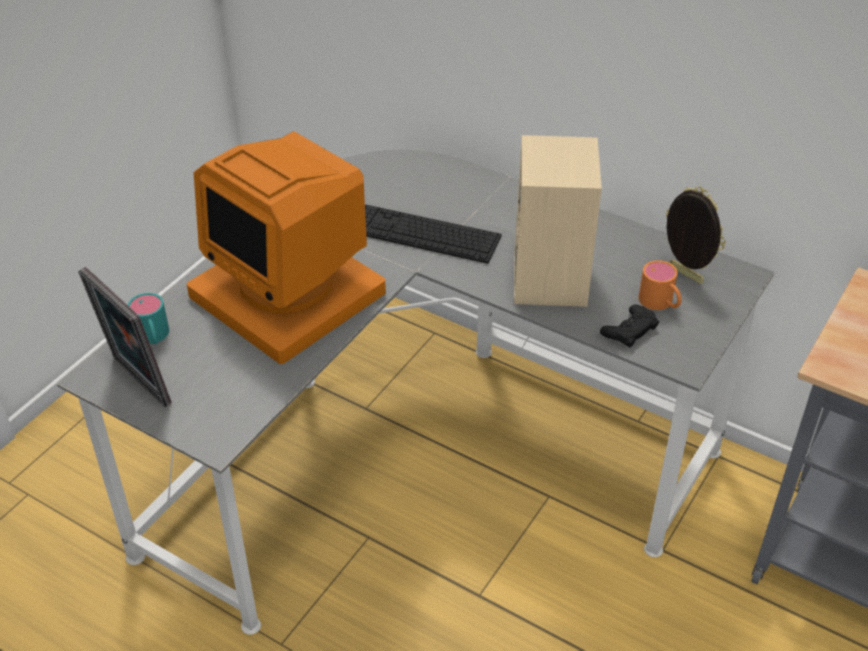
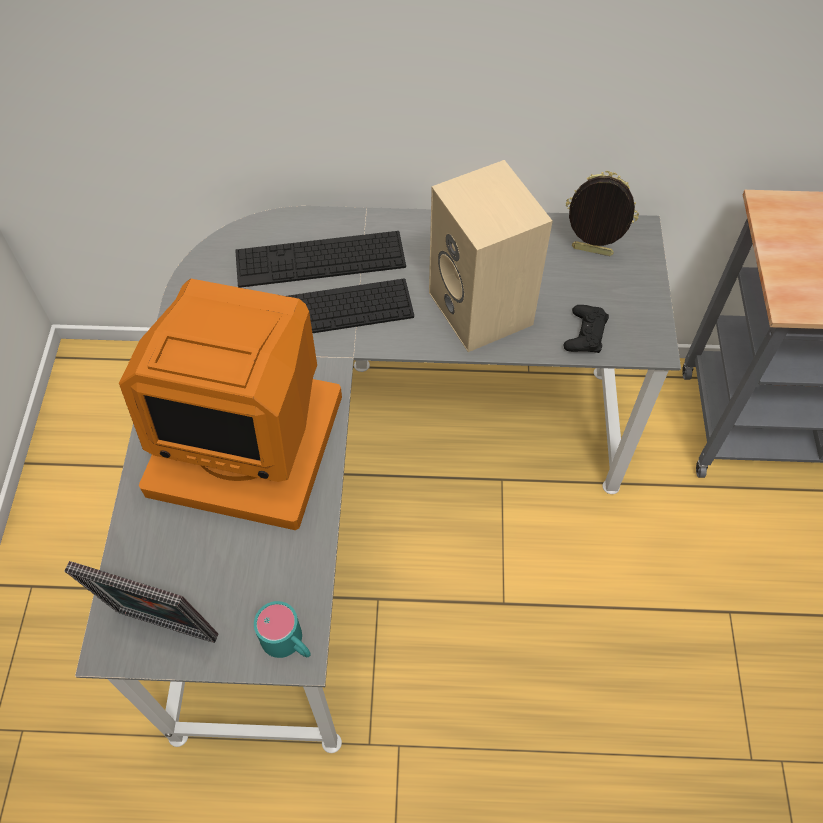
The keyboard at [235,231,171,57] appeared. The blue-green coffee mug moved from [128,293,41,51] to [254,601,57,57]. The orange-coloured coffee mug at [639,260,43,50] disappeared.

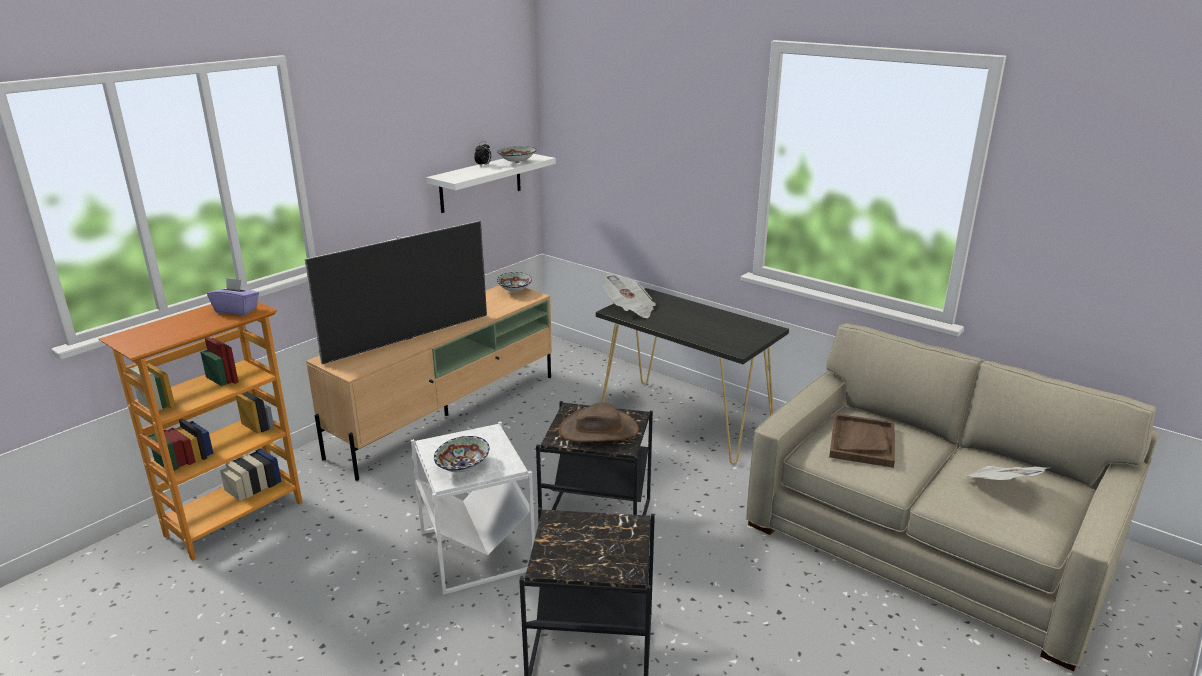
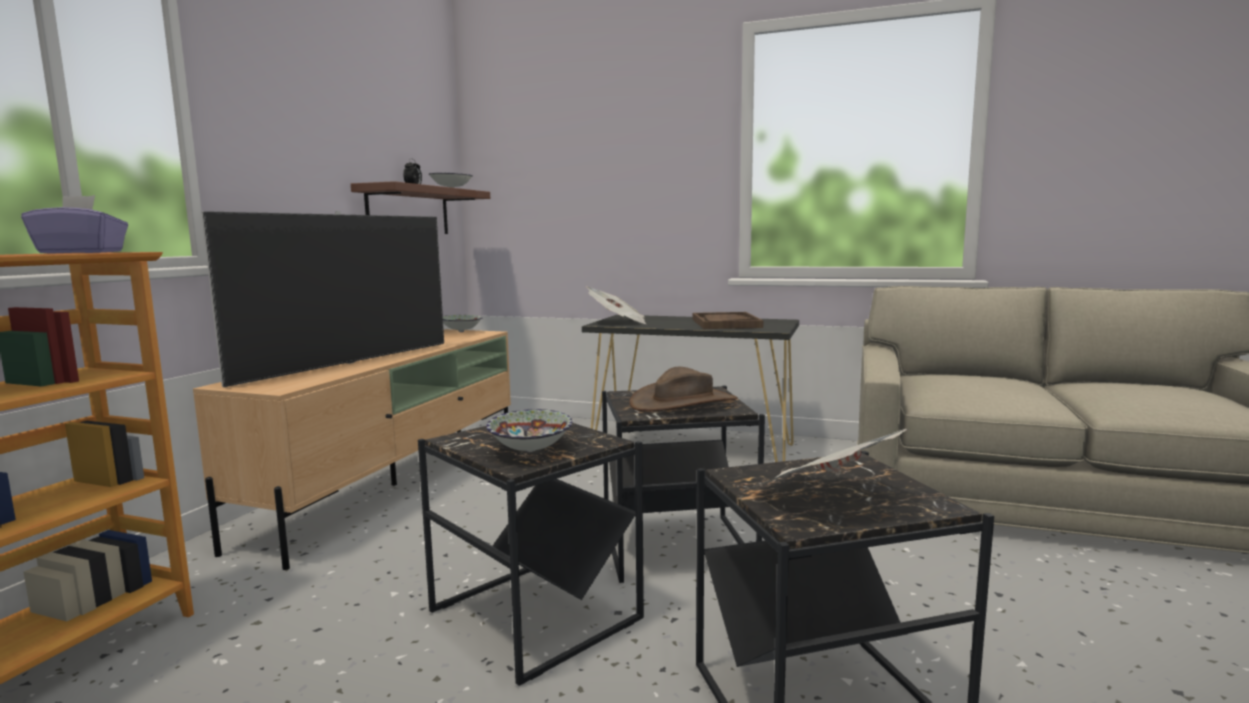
The white wall shelf at [427,154,129,59] became the brown-coloured wall shelf at [351,181,139,53]. The white side table at [411,422,124,173] became the black side table at [418,423,226,263]. The brown-coloured serving tray moved from [829,414,66,54] to [693,312,70,17]. The printed paper moved from [964,466,84,14] to [754,429,154,58].

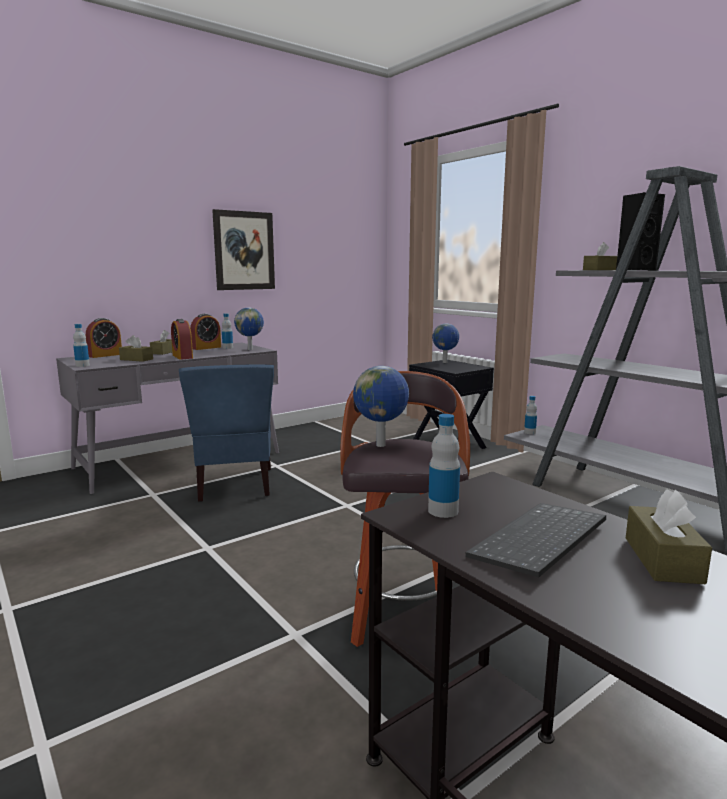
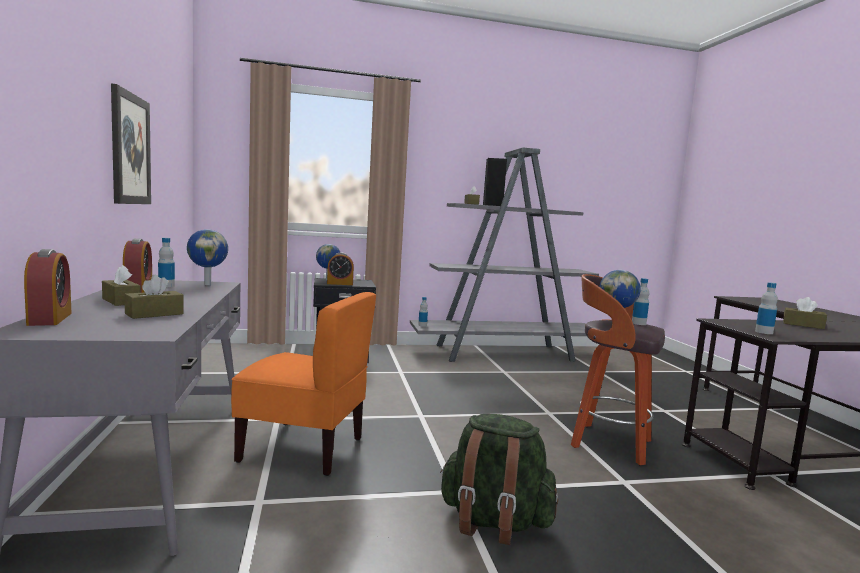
The bluish chair at [179,364,95,138] became the orange-coloured chair at [231,292,145,184]. The table clock moved from [171,319,22,41] to [327,252,27,33]. The green knapsack at [440,414,118,131] appeared. The beverage bottle moved from [73,324,17,43] to [632,278,17,47]. The keyboard at [466,503,140,75] disappeared.

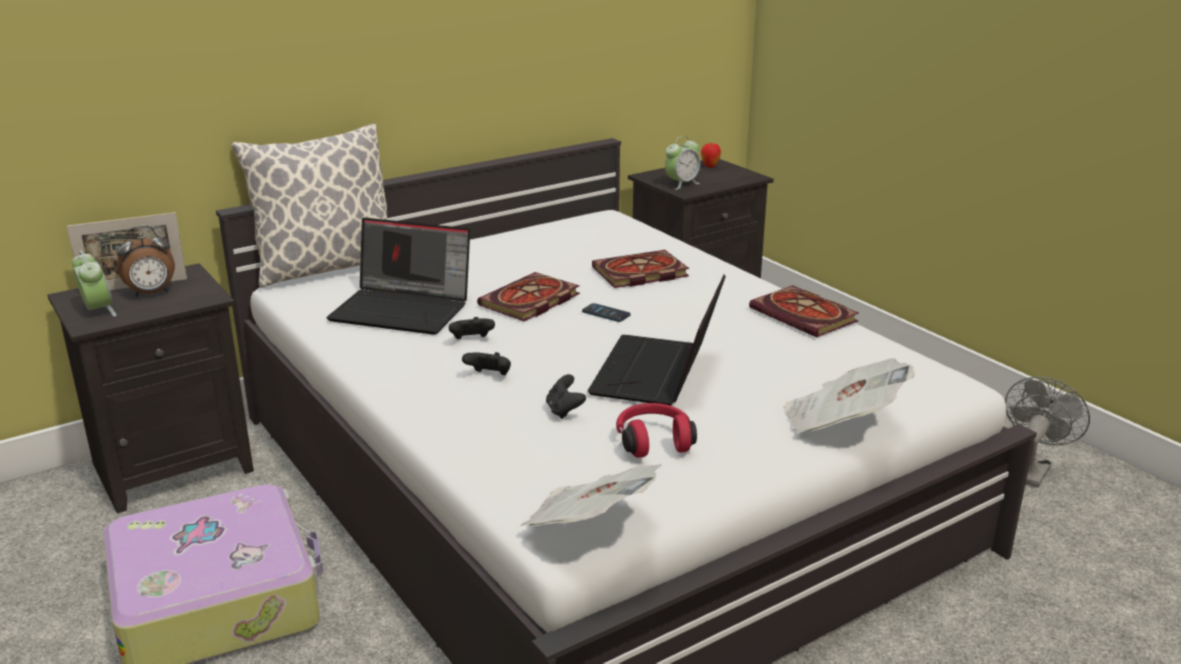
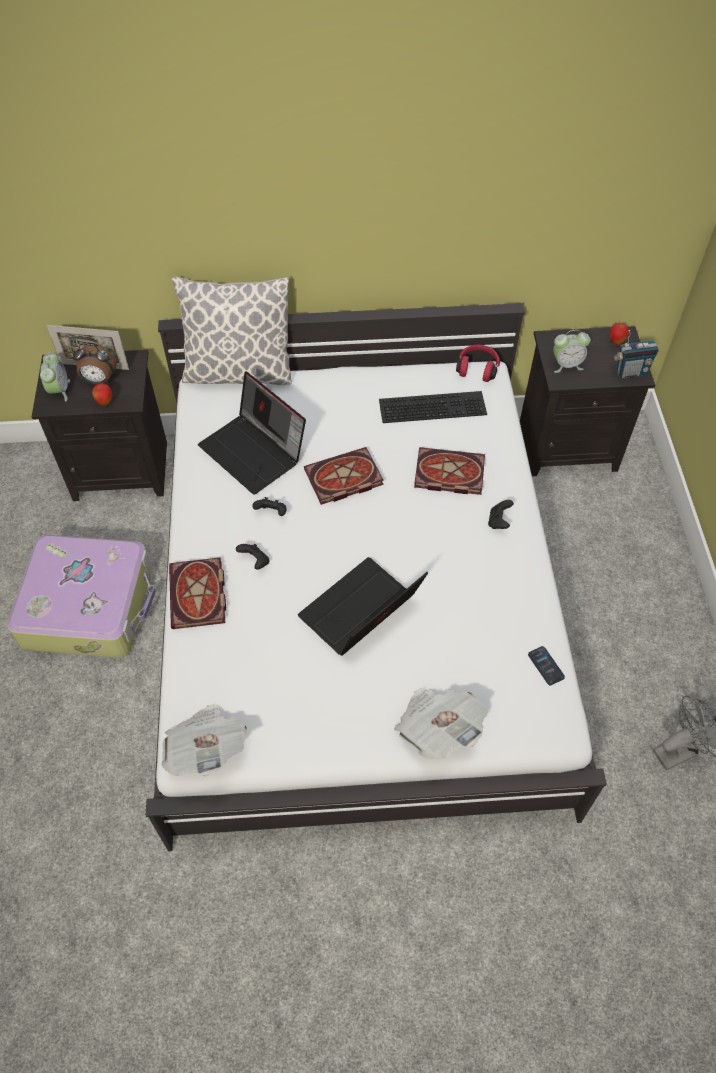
The apple at [92,383,21,23] appeared. The bound book moved from [749,285,110,52] to [169,557,57,72]. The keyboard at [379,391,108,32] appeared. The red-coloured headphones moved from [616,403,81,55] to [456,345,44,37]. The black gamepad moved from [546,374,40,45] to [488,500,26,29]. The telephone moved from [582,303,49,19] to [528,646,37,40]. The radio set at [614,330,45,49] appeared.

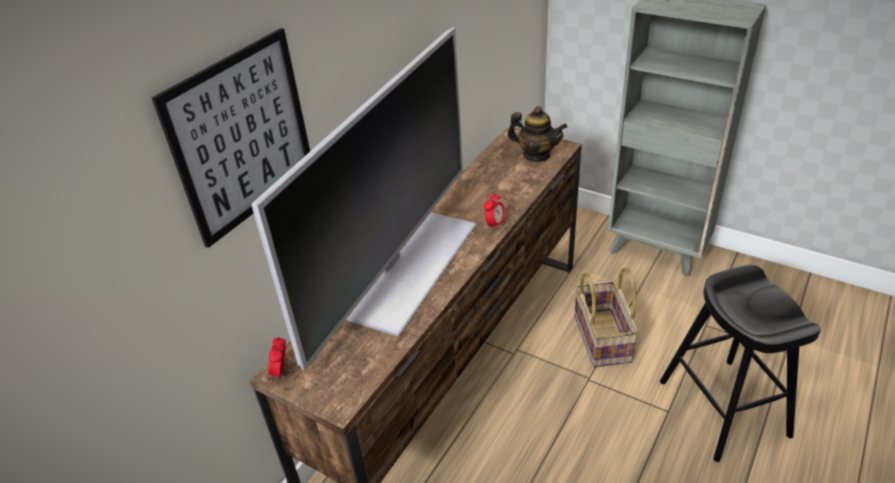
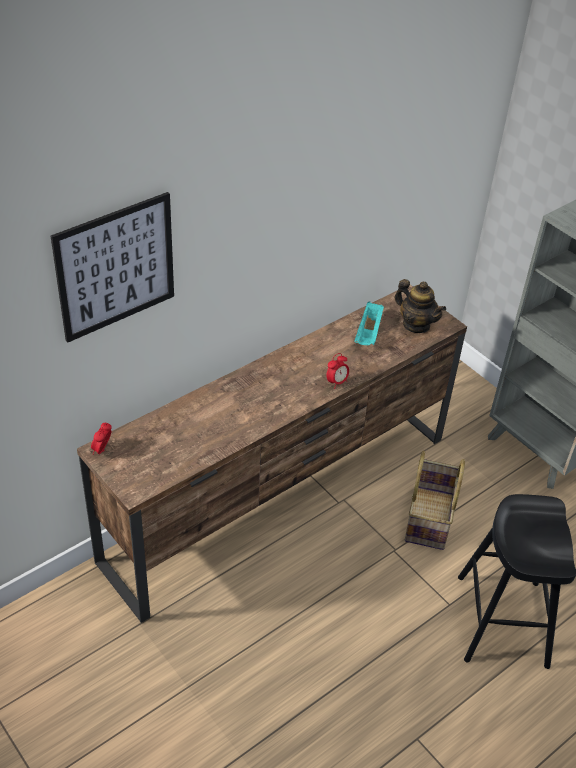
The blue-green serving tray at [354,301,30,44] appeared. The television at [252,27,224,344] disappeared.

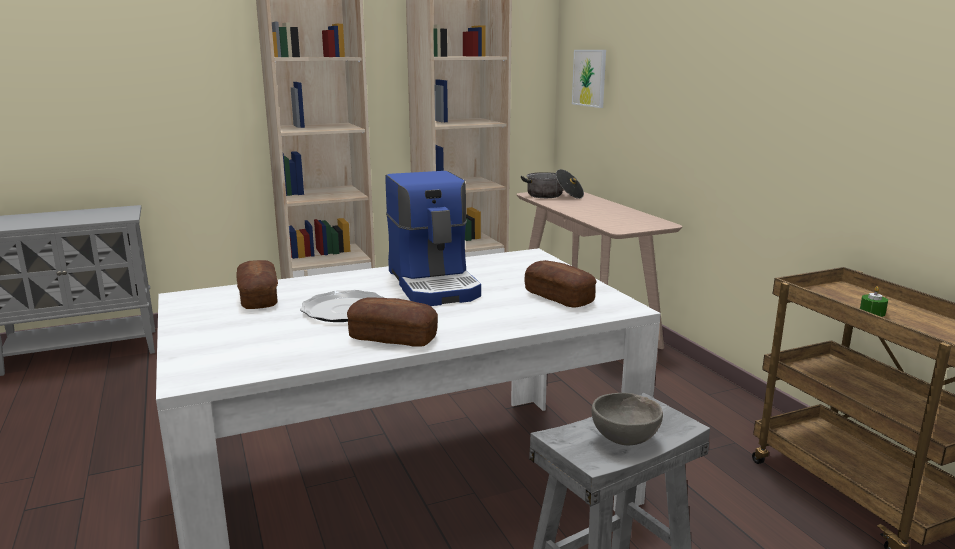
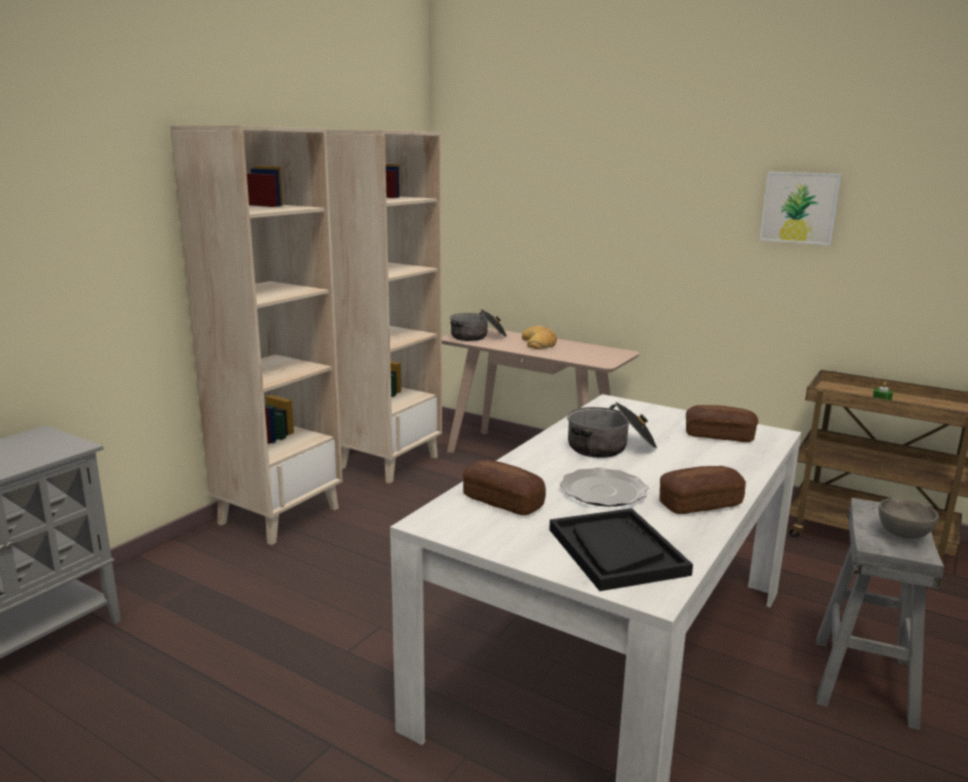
The baked bread at [522,326,35,23] appeared. The black serving tray at [549,508,144,83] appeared. The coffee maker at [385,171,96,135] was replaced by the saucepot at [567,402,90,56]. The wall art moved from [572,50,34,58] to [759,172,83,74].

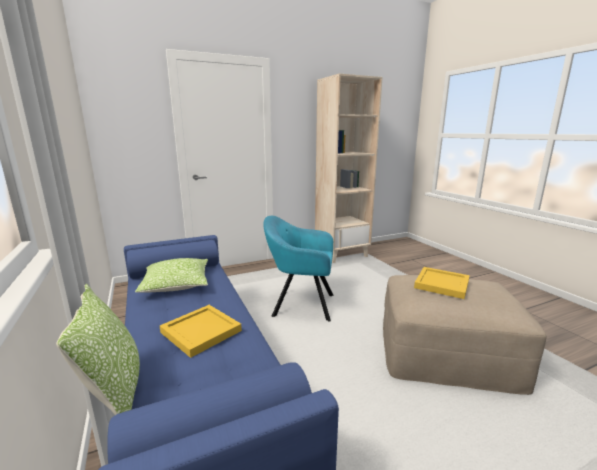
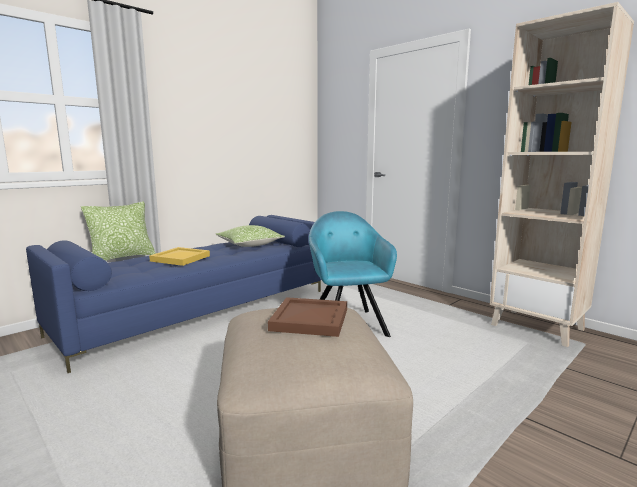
The yellow-coloured serving tray at [414,267,56,32] became the brown-coloured serving tray at [268,297,79,40].

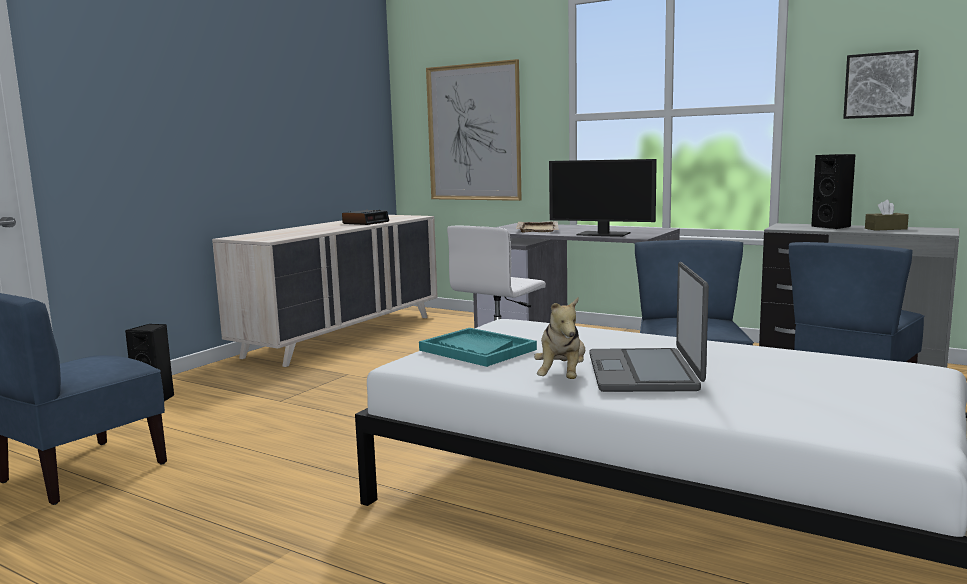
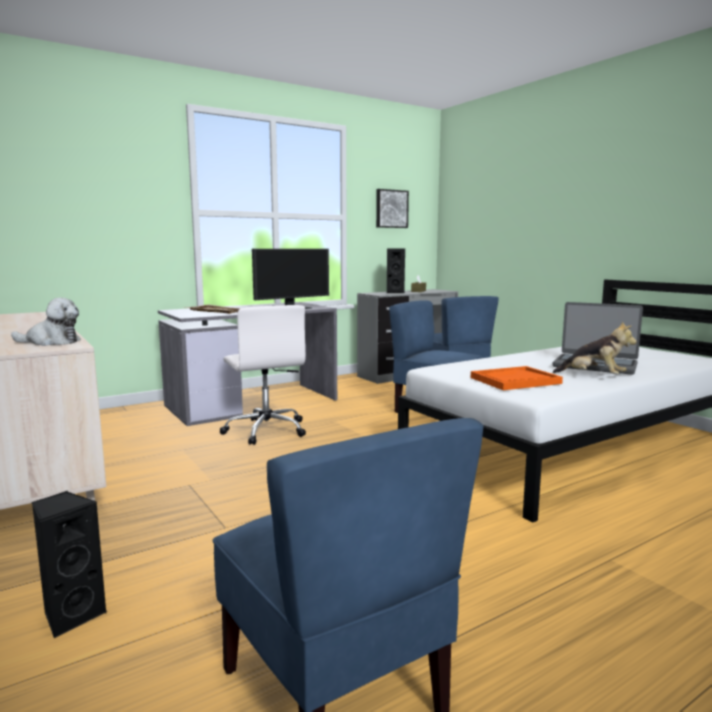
The soft toy at [11,298,70,48] appeared. The blue-green serving tray at [419,328,118,39] became the orange-coloured serving tray at [471,366,92,24]. The table clock at [342,210,47,15] disappeared. The wall art at [426,59,96,142] disappeared.

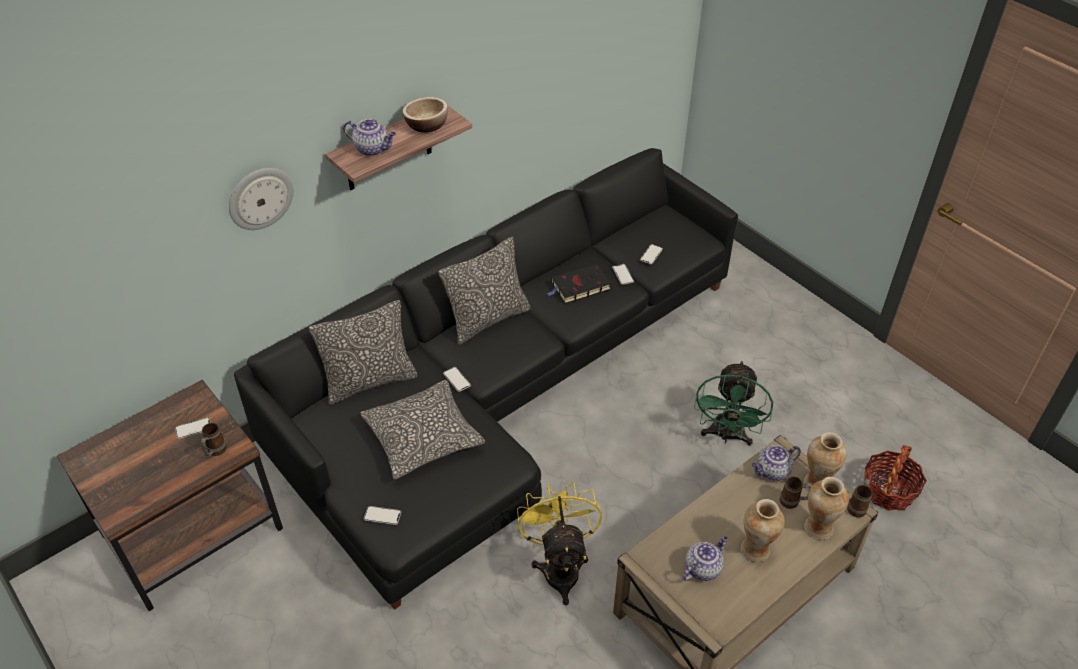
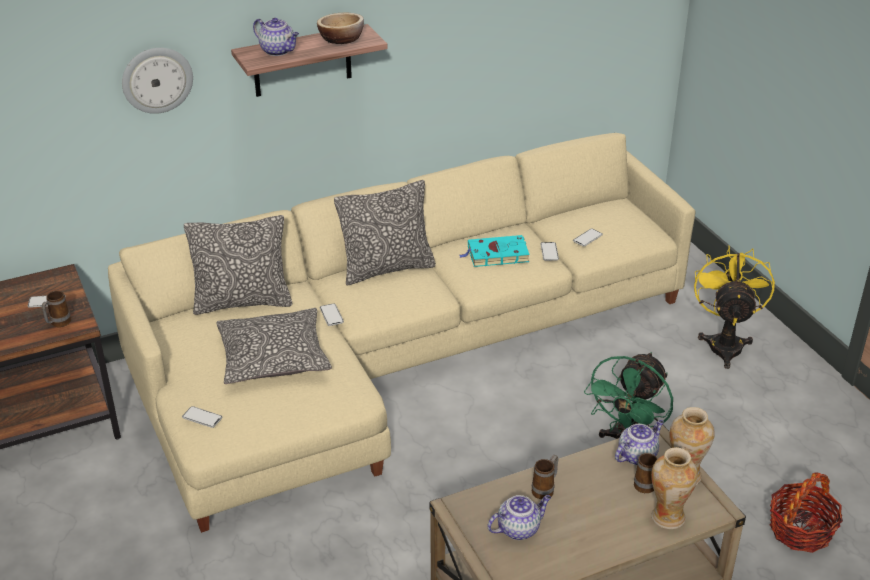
The black sofa at [234,148,504,462] became the sand-coloured sofa at [108,133,588,400]. The black bound book at [547,264,64,40] became the blue-green bound book at [459,235,71,32]. The coffee mug moved from [847,479,26,38] to [532,455,27,44]. The tea pot at [752,445,49,36] turned 150 degrees clockwise. The yellow-coloured electric fan moved from [517,482,85,123] to [694,246,81,123]. The decorative vase at [741,499,44,63] disappeared.

